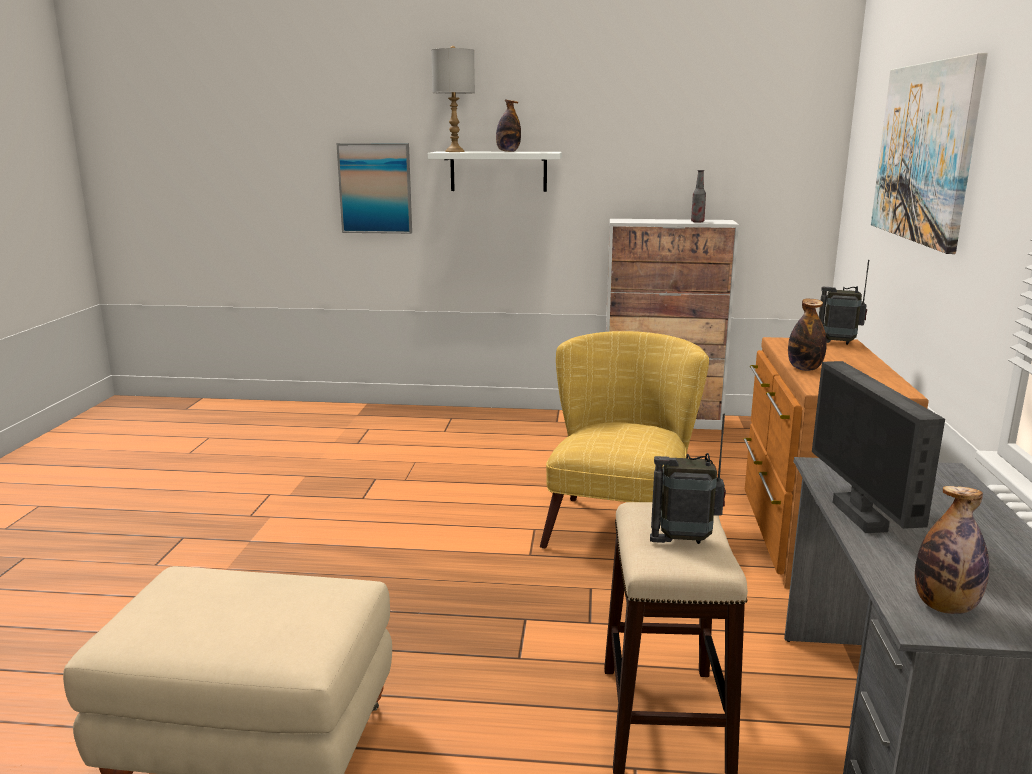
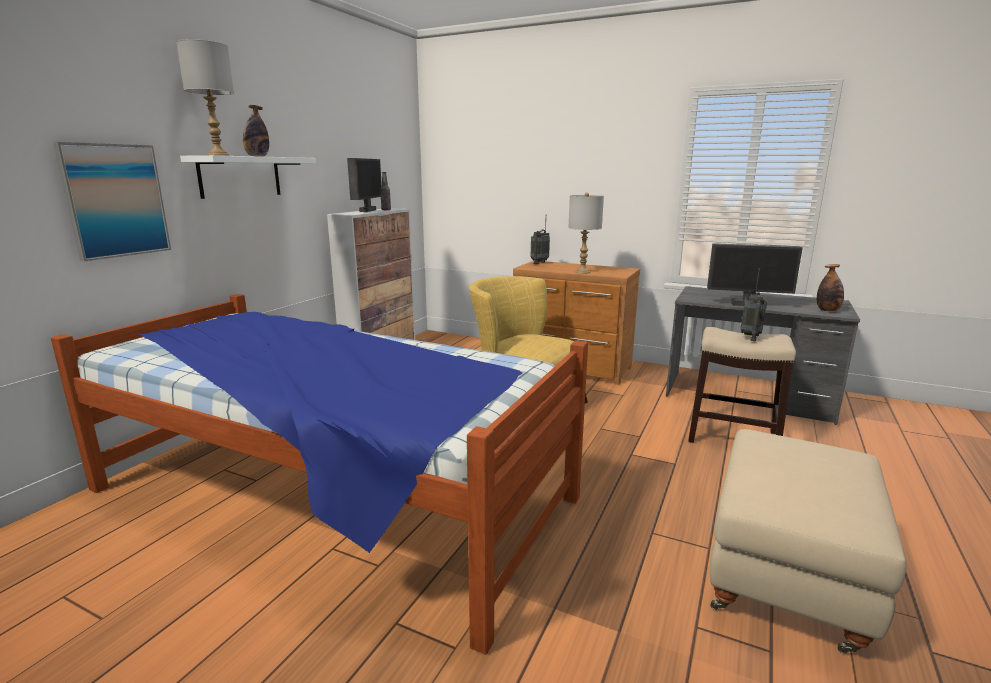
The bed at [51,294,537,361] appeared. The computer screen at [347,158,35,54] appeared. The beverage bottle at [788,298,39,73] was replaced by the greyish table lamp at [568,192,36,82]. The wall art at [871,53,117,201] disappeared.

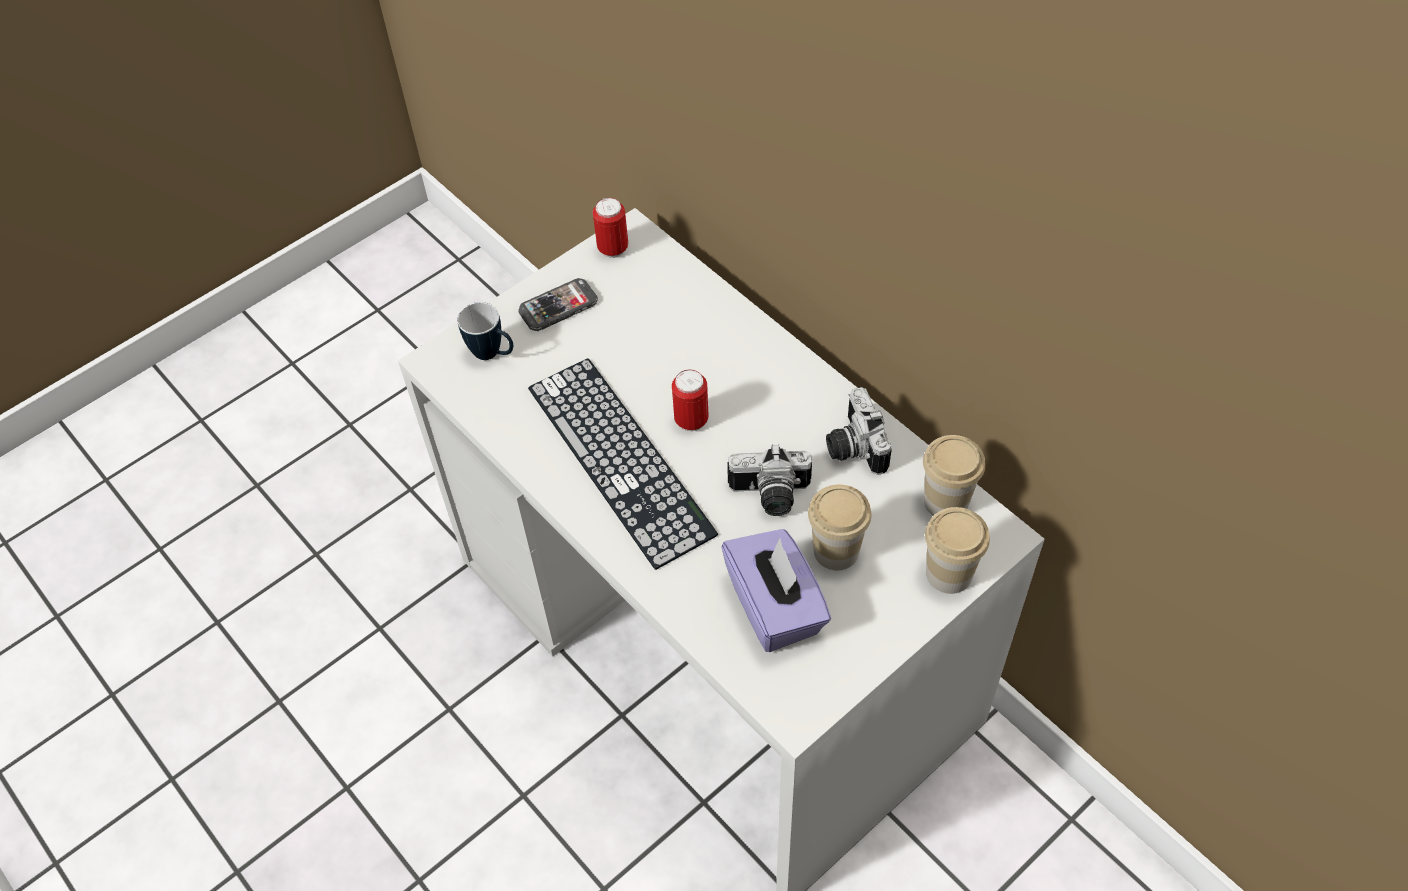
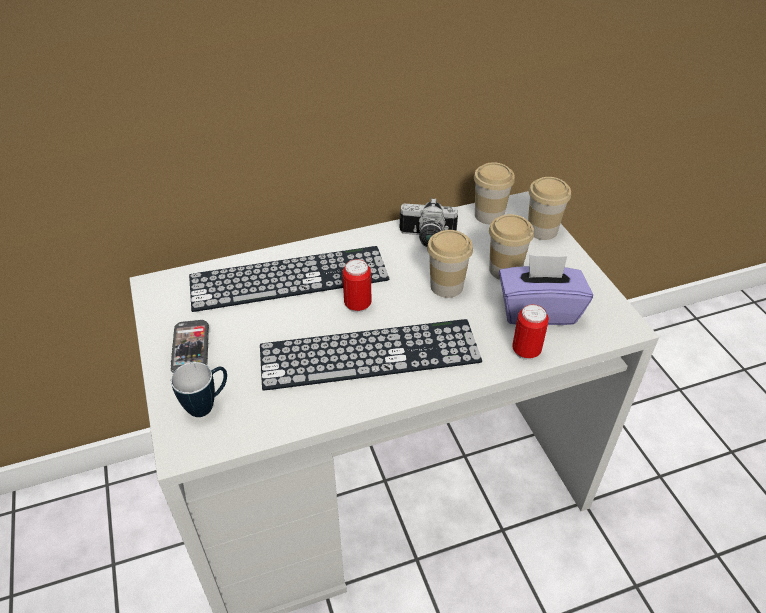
The keyboard at [189,246,200,66] appeared. The still camera at [727,444,85,72] was replaced by the small cup at [427,230,46,68]. The sealed can moved from [593,198,35,60] to [512,304,37,56].

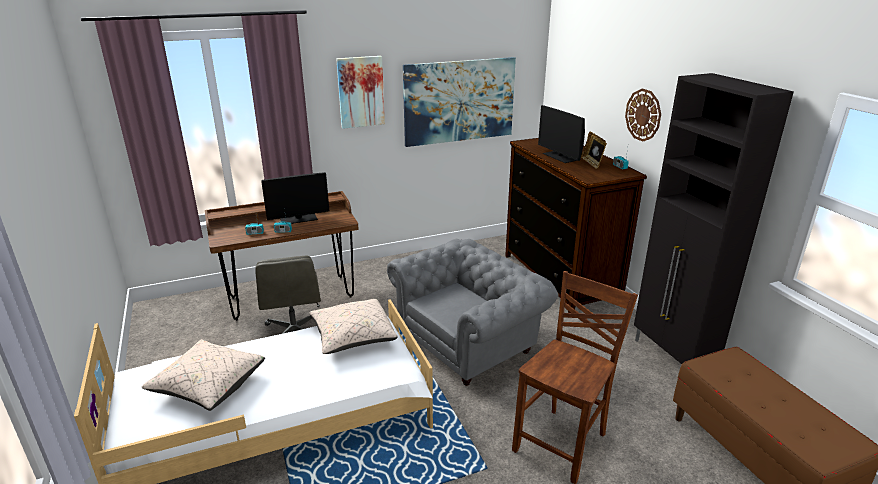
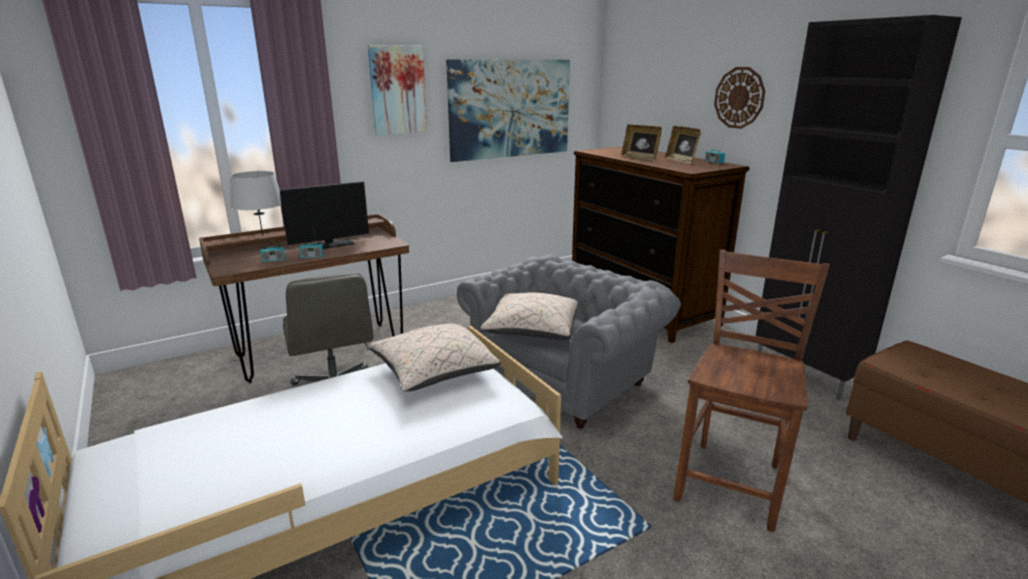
The greyish table lamp at [230,171,51,65] appeared. The sand-coloured throw pillow moved from [142,339,123,72] to [481,292,98,48]. The computer screen at [538,105,47,58] was replaced by the standing frame at [621,124,41,37].

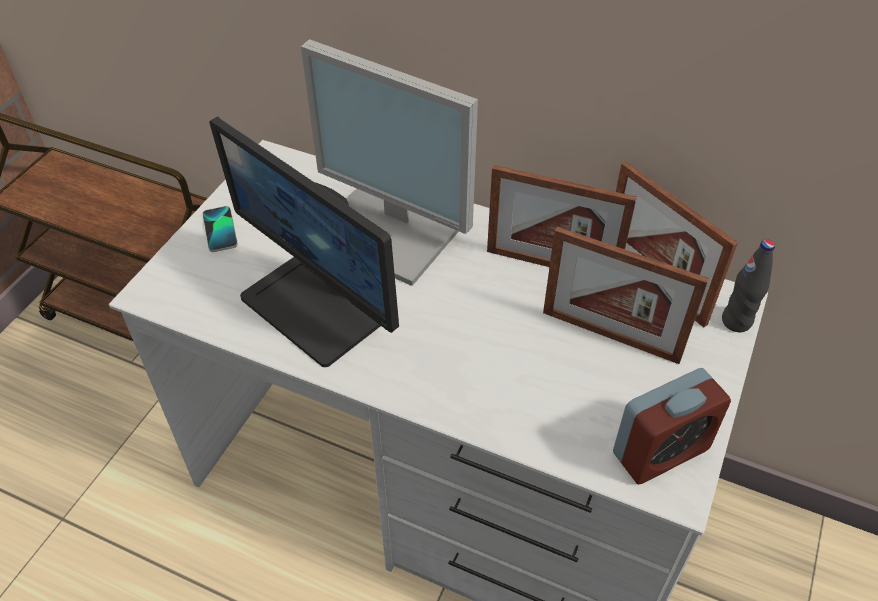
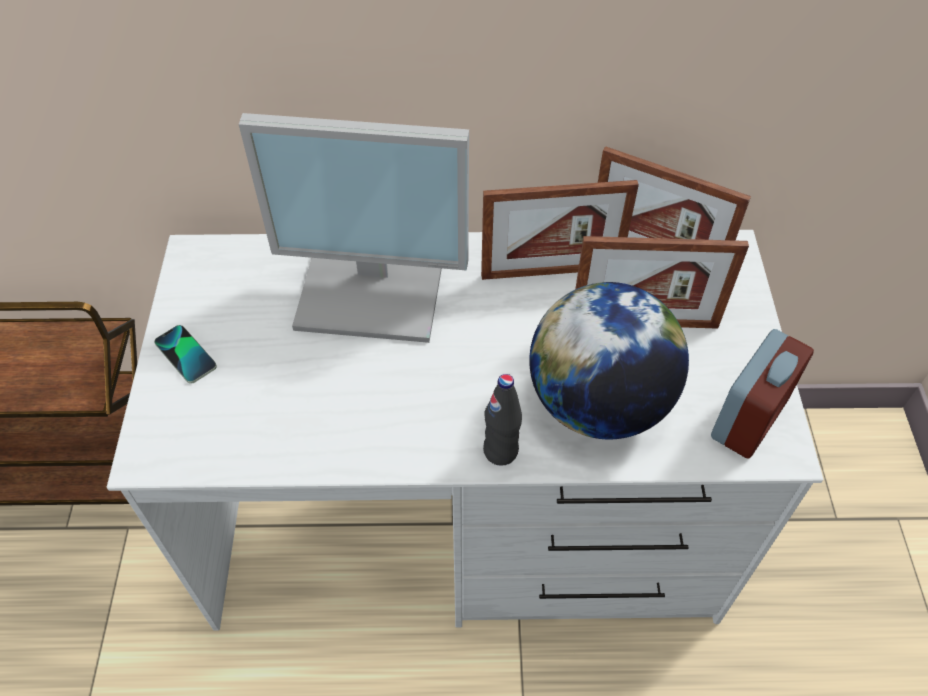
The black beverage bottle moved from [722,239,53,93] to [483,374,39,92]. The desk globe at [529,282,160,157] appeared. The computer screen at [209,117,190,250] disappeared.

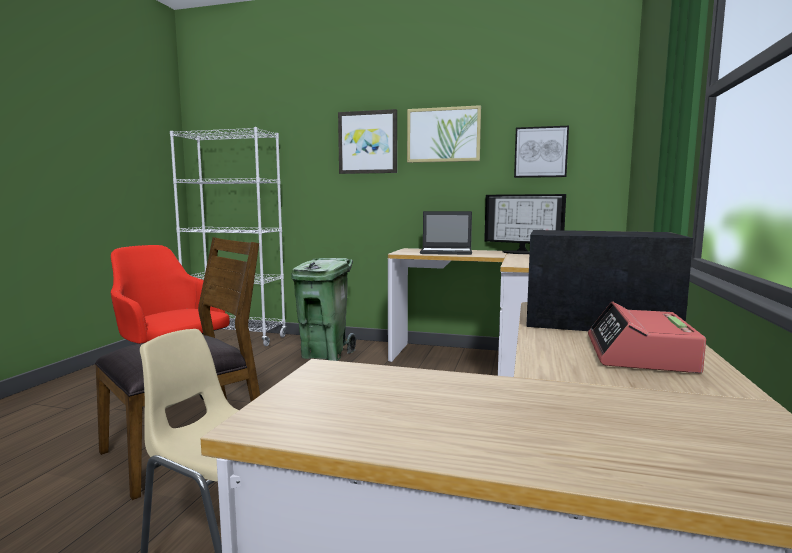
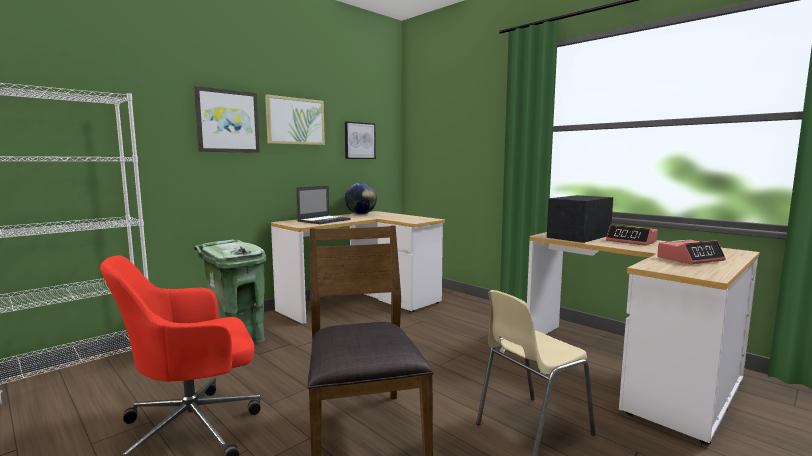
The computer screen at [484,194,82,60] was replaced by the desk globe at [345,183,32,32]. The table clock at [657,240,69,24] appeared.

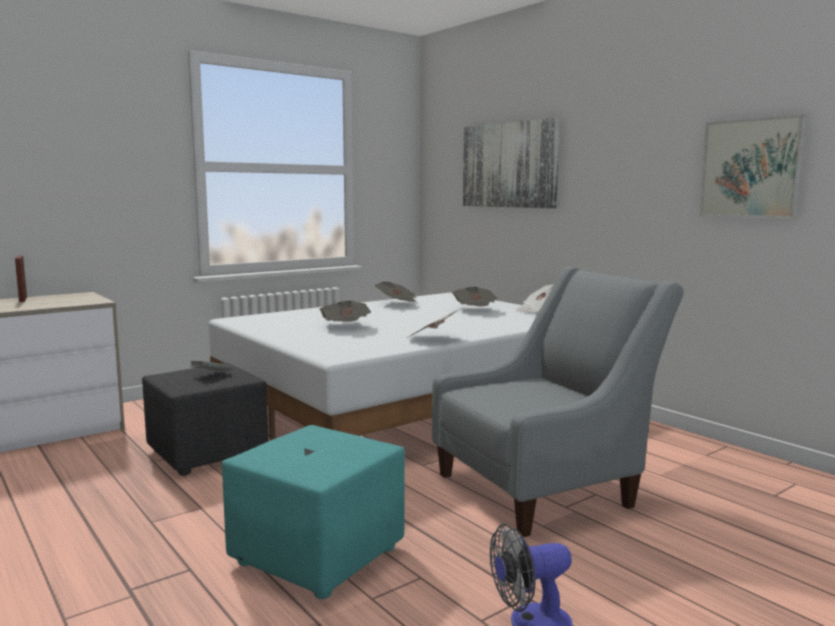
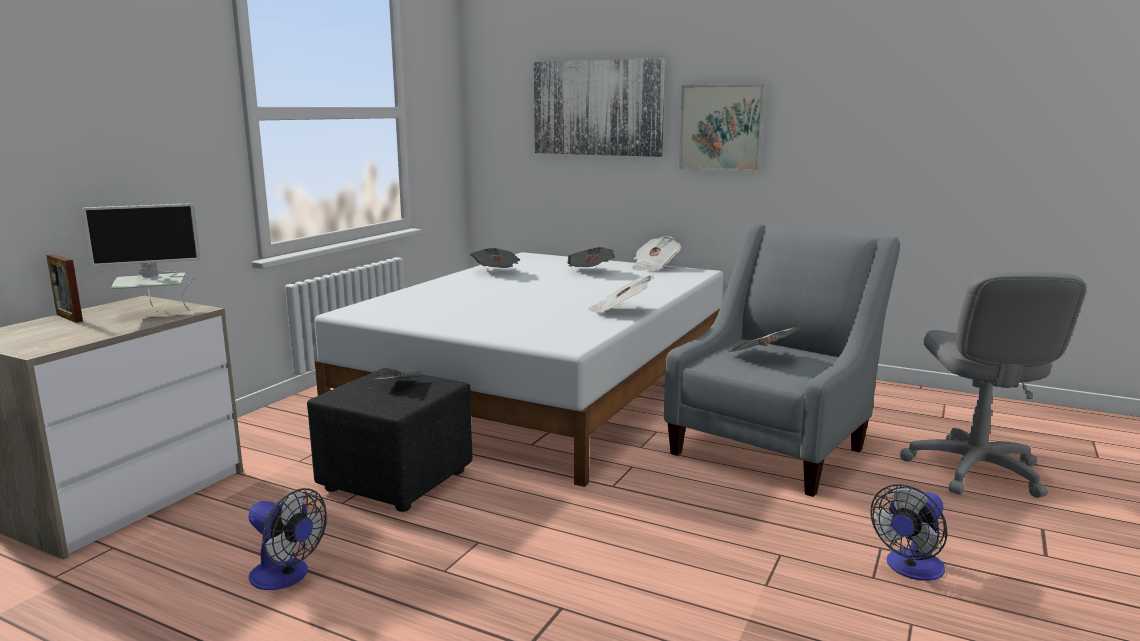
The computer screen at [82,203,119,108] appeared. The electric fan at [248,488,79,102] appeared. The wall art moved from [699,114,107,105] to [679,84,86,87]. The printed paper moved from [319,301,52,21] to [729,327,71,25]. The greyish computer chair at [900,271,187,227] appeared. The blue-green footrest at [222,425,183,174] disappeared.

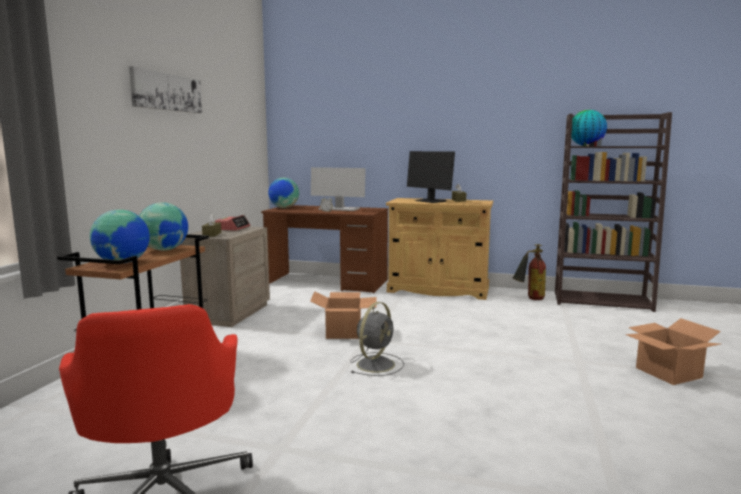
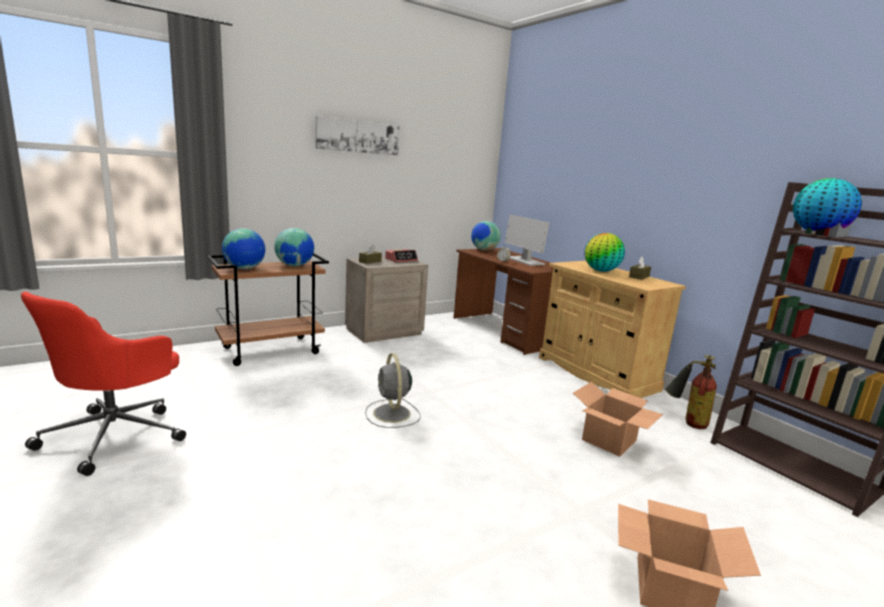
The greyish electric fan at [350,302,54,74] turned 90 degrees clockwise. The cardboard box moved from [310,291,66,48] to [573,382,90,75]. The computer screen at [407,151,48,52] was replaced by the desk globe at [584,233,41,39].

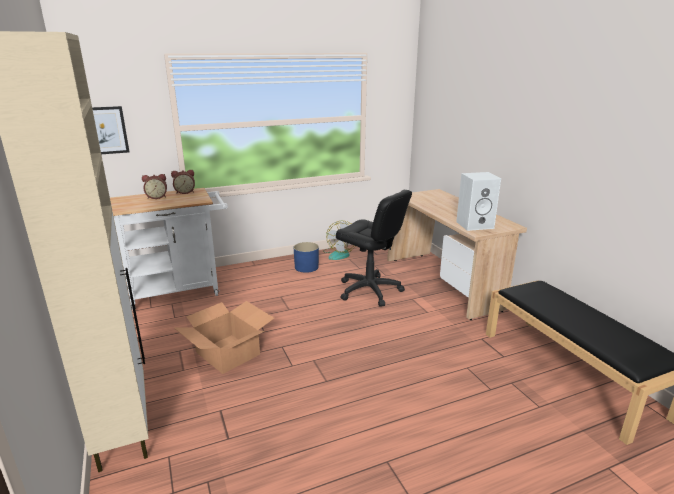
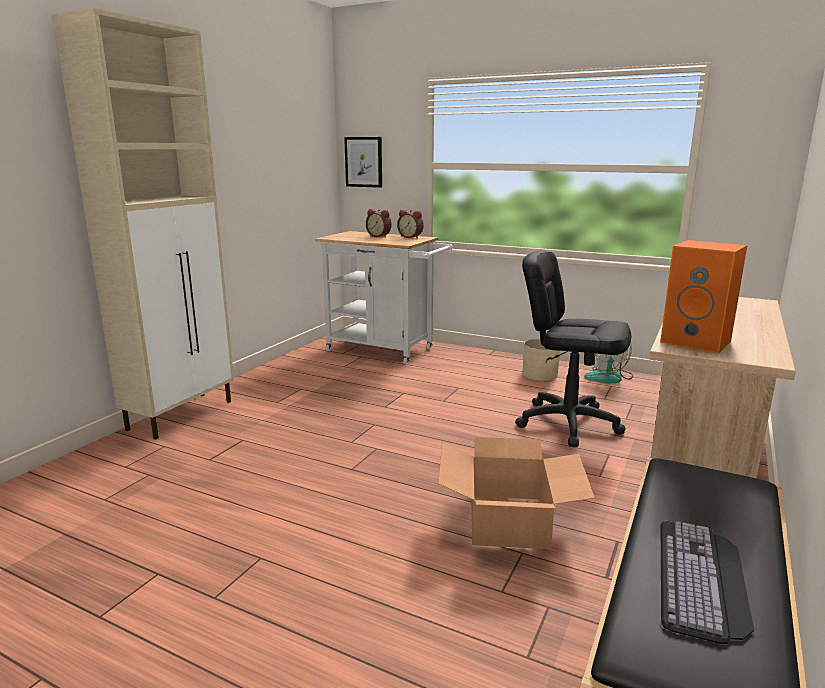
The cardboard box moved from [173,301,101,73] to [438,437,157,112]. The black computer chair at [336,190,76,117] turned 120 degrees clockwise. The bluish flower pot at [294,242,25,31] became the sand-coloured flower pot at [523,339,37,42]. The white speaker at [456,172,45,59] became the orange-coloured speaker at [660,240,87,113]. The keyboard at [661,521,93,123] appeared.

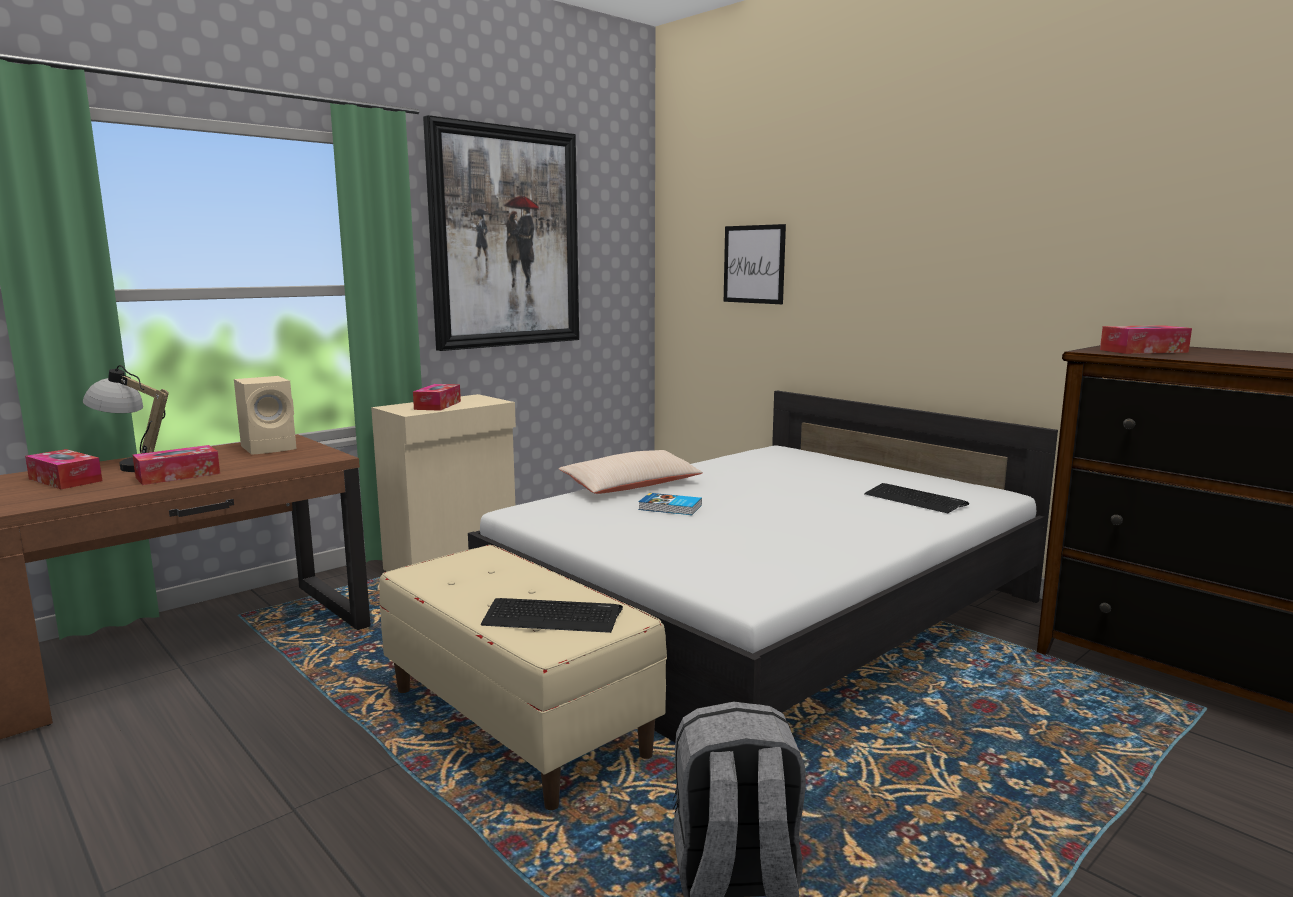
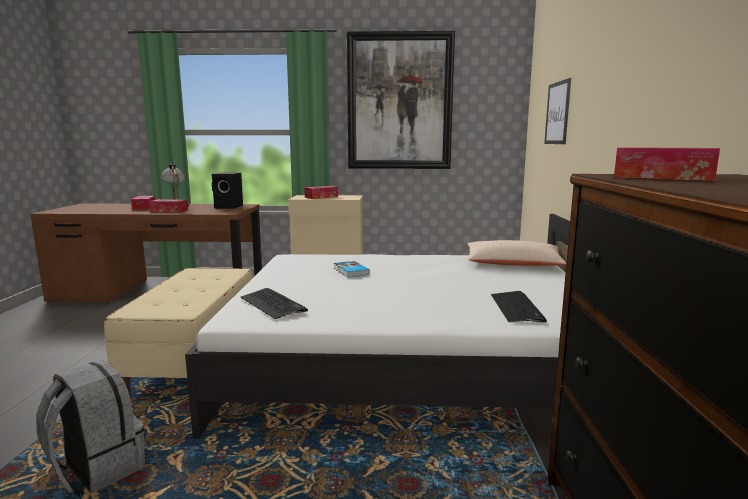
The sand-coloured speaker at [234,376,63,79] became the black speaker at [212,173,31,36]. The keyboard moved from [481,598,142,35] to [241,288,67,31]. The sand-coloured throw pillow moved from [559,450,144,44] to [467,240,99,26].

